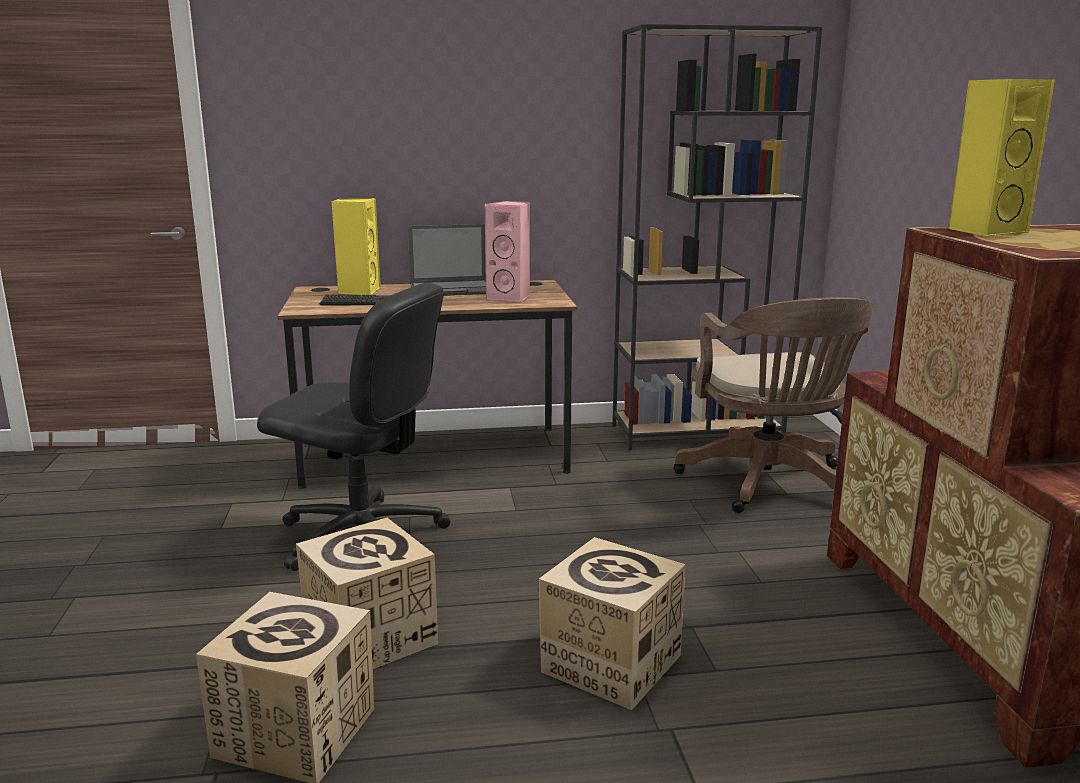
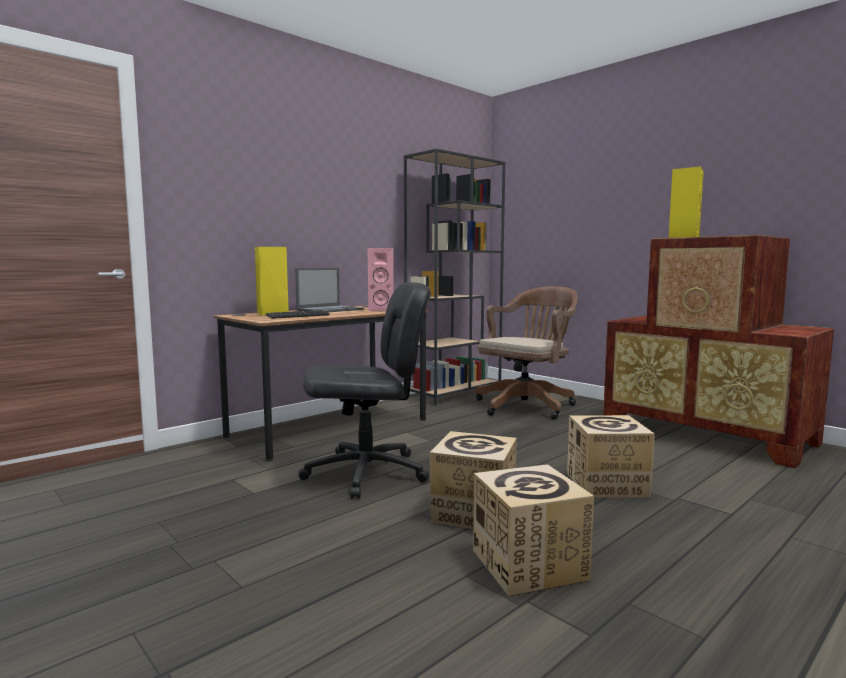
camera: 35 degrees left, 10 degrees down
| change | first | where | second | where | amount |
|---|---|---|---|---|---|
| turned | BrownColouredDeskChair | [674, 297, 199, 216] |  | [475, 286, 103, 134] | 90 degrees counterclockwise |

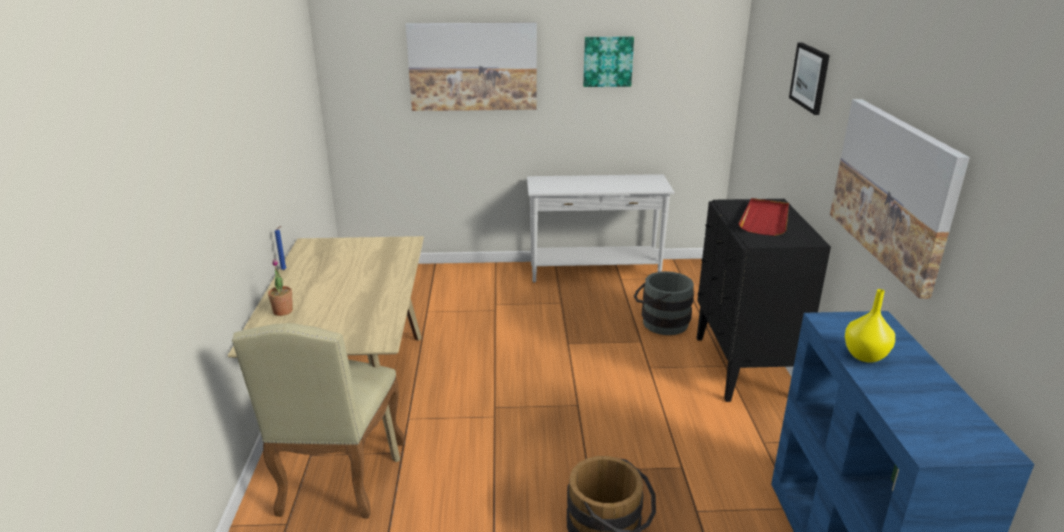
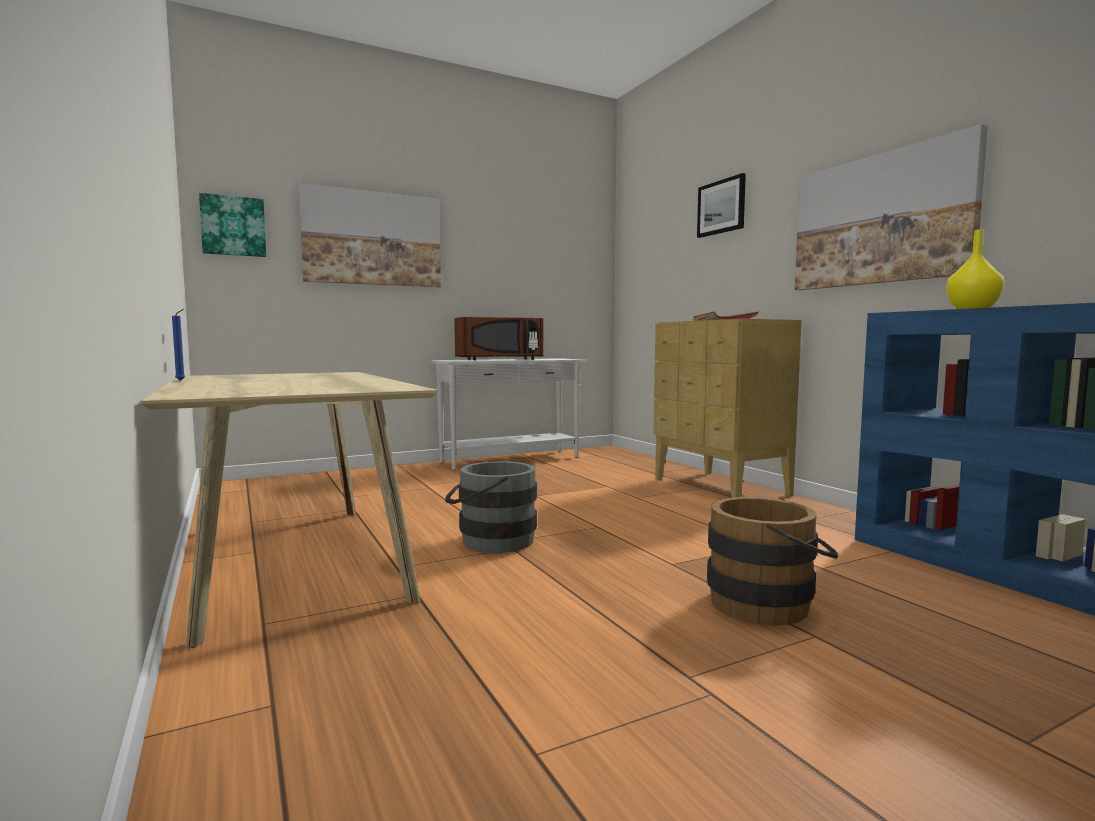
camera: 25 degrees left, 20 degrees down
| change | first | where | second | where | amount |
|---|---|---|---|---|---|
| moved | WallArt | [583, 36, 51, 51] |  | [199, 193, 67, 64] |  |
| recoloured | BlackChestOfDrawers | [697, 199, 134, 203] | SandColouredChestOfDrawers | [653, 319, 149, 179] |  |
| removed | PottedPlant | [268, 259, 25, 57] |  |  |  |
| moved | GreyishBucket | [634, 271, 60, 64] |  | [445, 461, 92, 92] |  |
| removed | SandColouredUprightChair | [232, 323, 172, 196] |  |  |  |
| added |  |  | BrownColouredKitchenMicrowave | [454, 317, 89, 43] |  |

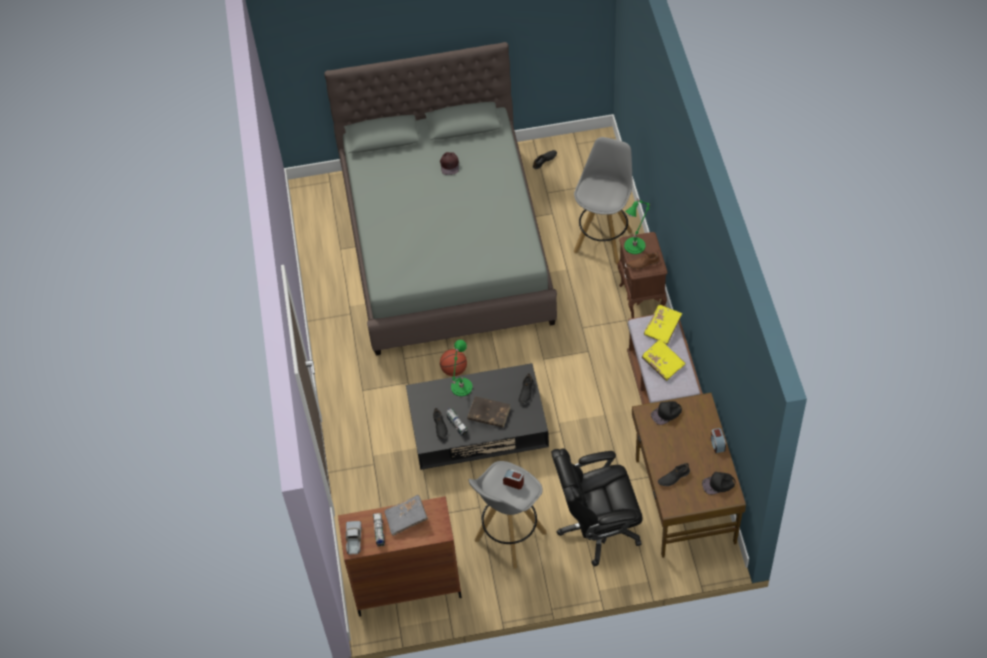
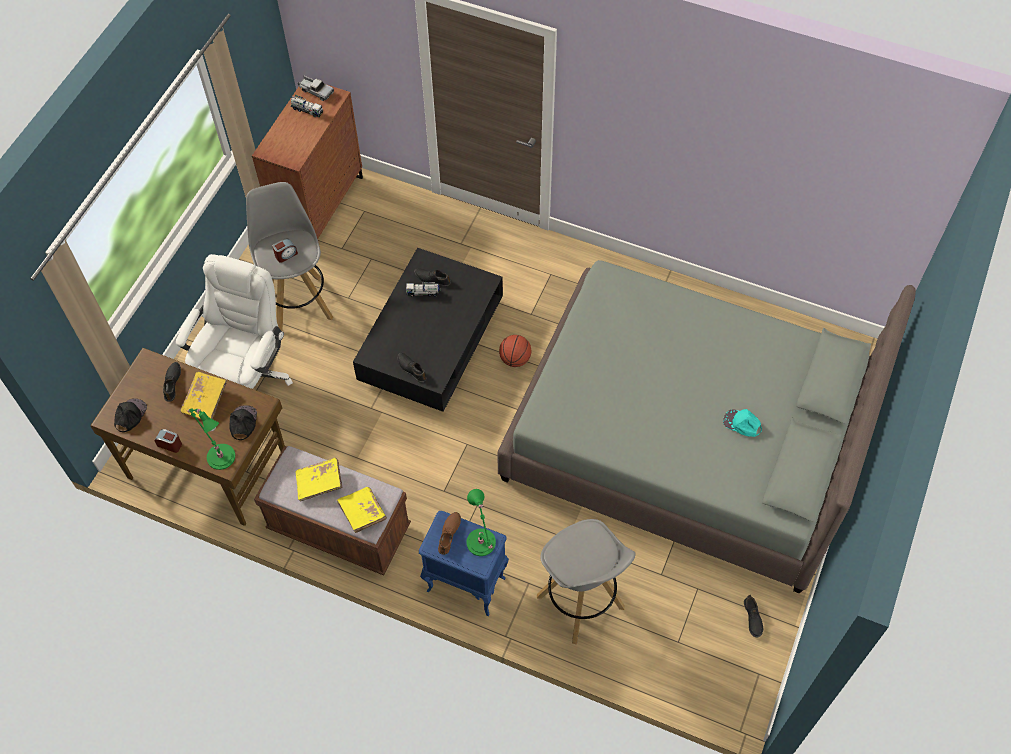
camera: 120 degrees right, 5 degrees up
| change | first | where | second | where | amount |
|---|---|---|---|---|---|
| recoloured | BrownColouredPeakedCap | [440, 152, 19, 23] | BlueGreenPeakedCap | [723, 409, 39, 28] |  |
| recoloured | BrownColouredNightTable | [617, 232, 50, 86] | BluishNightTable | [419, 511, 90, 106] |  |
| moved | GreenishTableLamp | [451, 340, 22, 56] |  | [186, 408, 49, 62] |  |
| removed | BrownColouredVolume | [467, 396, 44, 32] |  |  |  |
| recoloured | BlackDeskChair | [551, 449, 92, 118] | WhitishDeskChair | [176, 254, 117, 135] |  |
| removed | GreyishVolume | [384, 495, 44, 41] |  |  |  |
| added |  |  | YellowishVolume | [180, 372, 47, 48] |  |

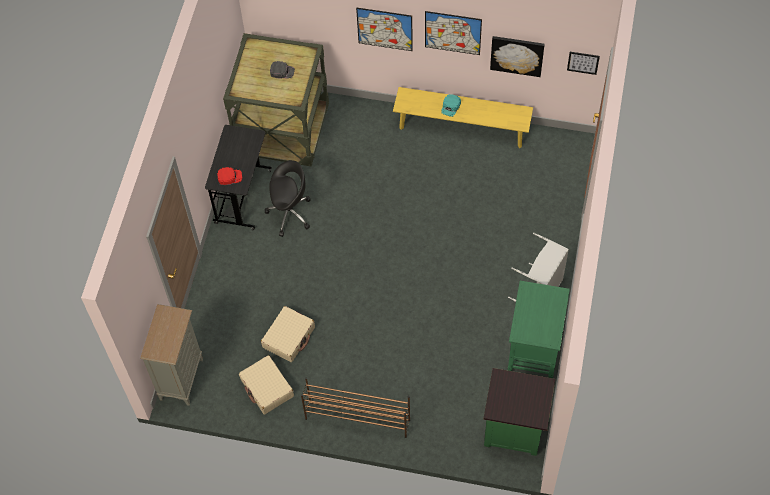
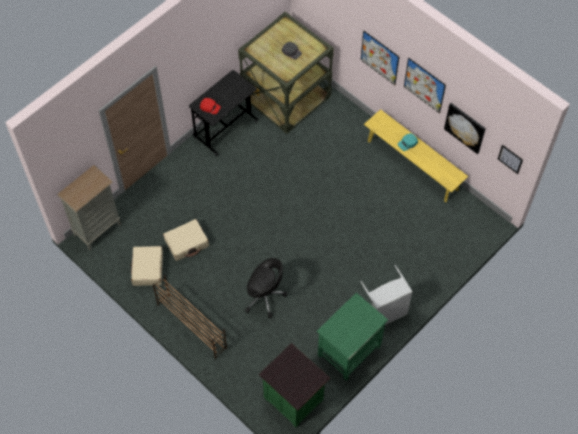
camera: 30 degrees right, 0 degrees up
| change | first | where | second | where | amount |
|---|---|---|---|---|---|
| moved | BlackDeskChair | [265, 160, 46, 77] |  | [245, 258, 42, 60] |  |

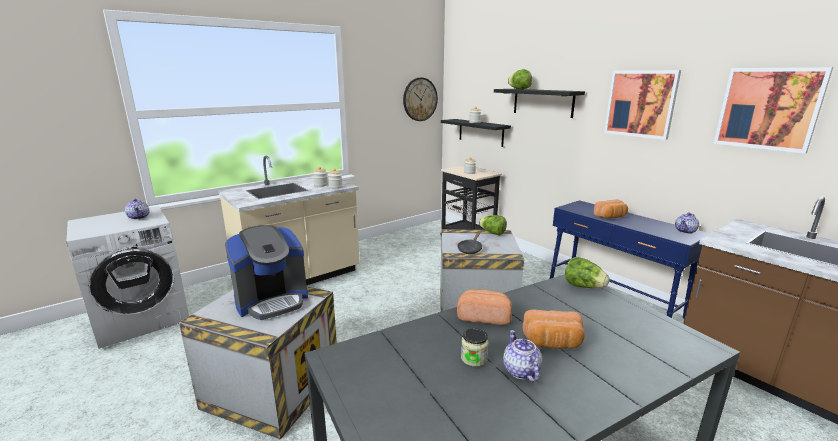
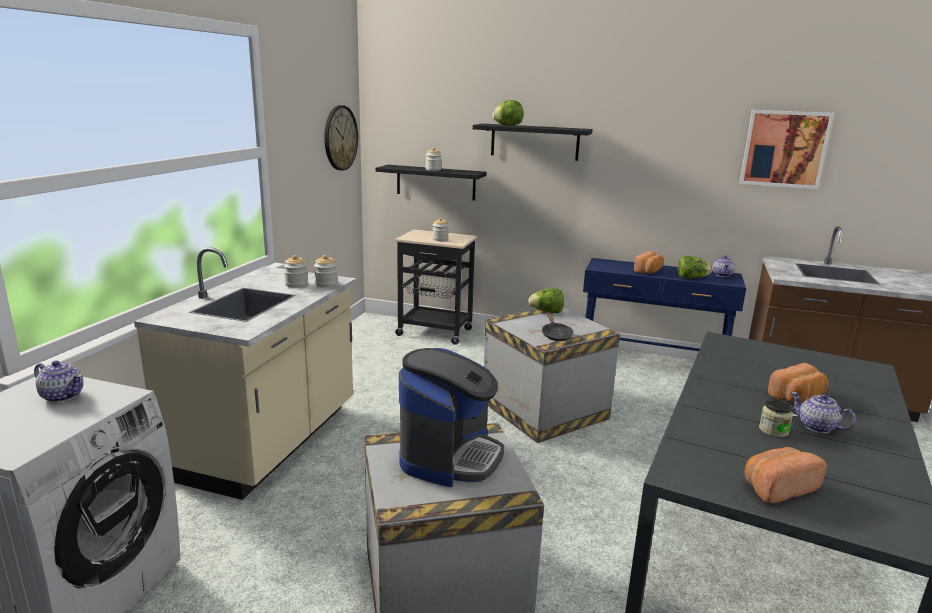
camera: 35 degrees left, 0 degrees up
| change | first | where | second | where | amount |
|---|---|---|---|---|---|
| removed | WallArt | [604, 70, 77, 70] |  |  |  |
| moved | HeadOfLettuce | [565, 257, 45, 31] |  | [678, 256, 34, 23] |  |
| moved | Bread | [457, 289, 55, 36] |  | [744, 447, 83, 56] |  |

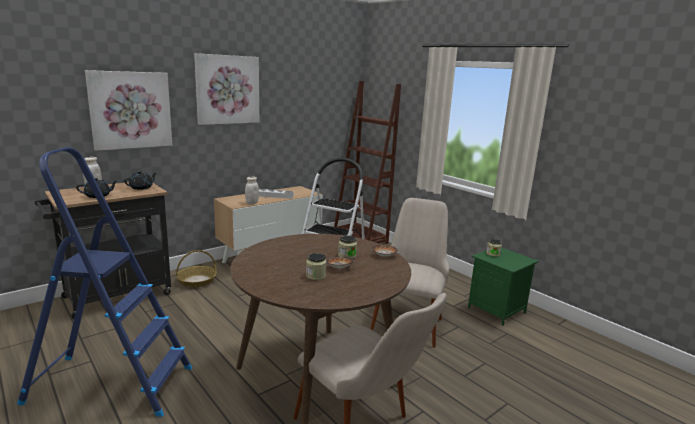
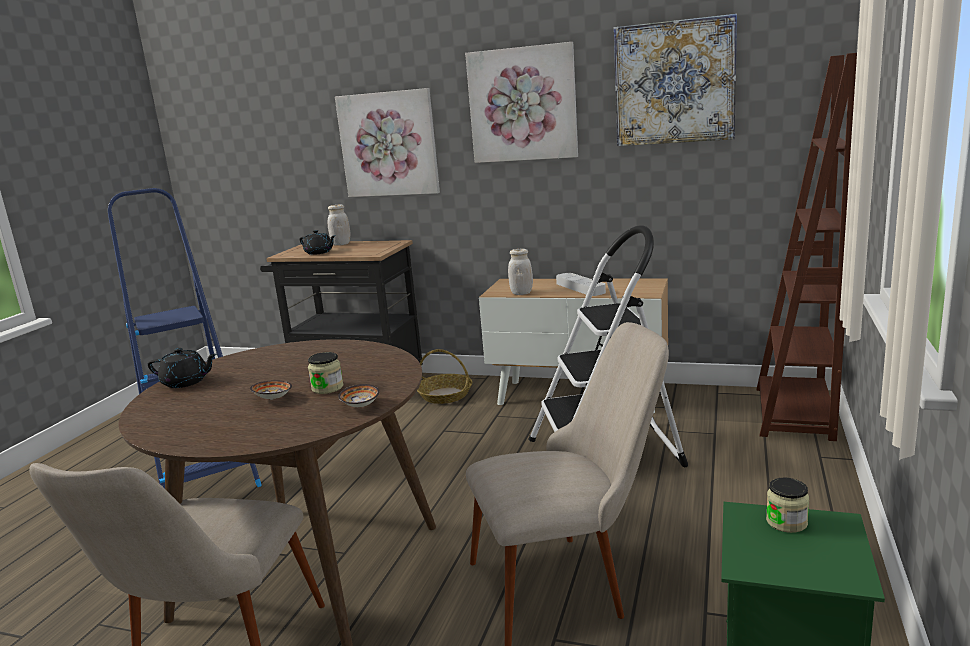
camera: 60 degrees right, 0 degrees up
| change | first | where | second | where | amount |
|---|---|---|---|---|---|
| moved | BlackTeapot | [124, 171, 33, 19] |  | [148, 348, 69, 40] |  |
| removed | StorageJar | [306, 253, 21, 27] |  |  |  |
| added |  |  | WallArt | [614, 14, 123, 132] |  |

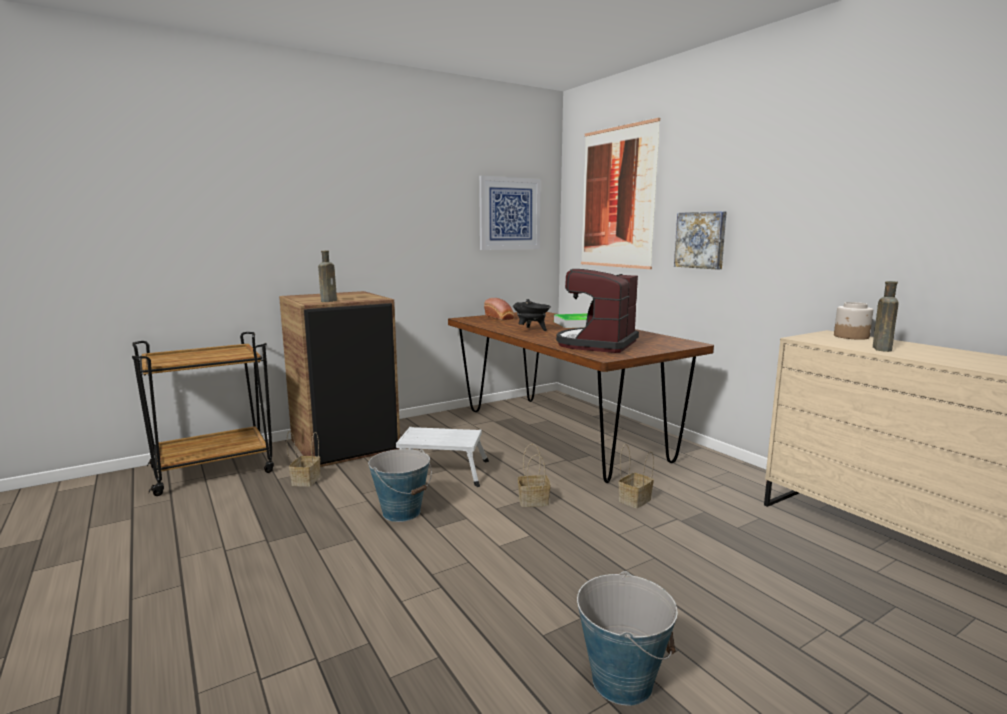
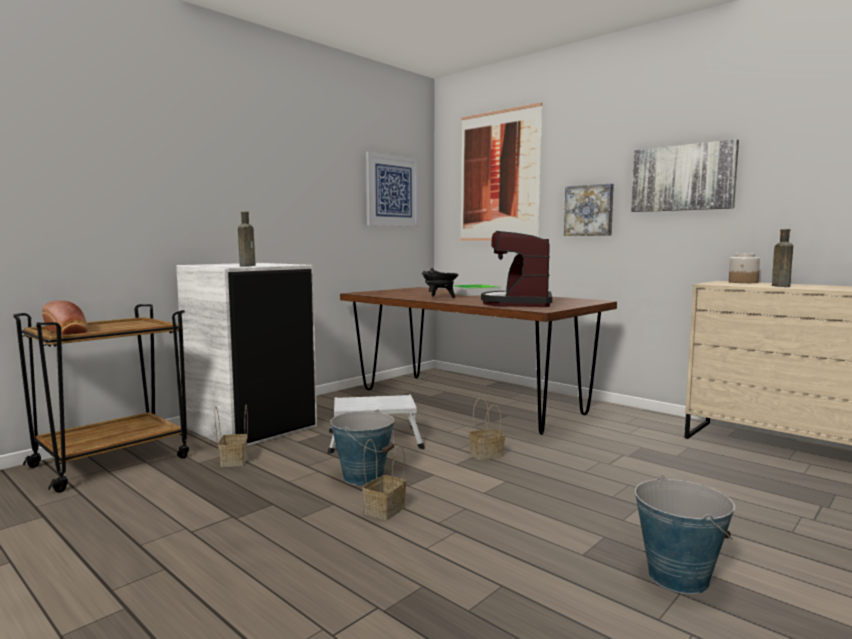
camera: 15 degrees left, 5 degrees down
| change | first | where | second | where | amount |
|---|---|---|---|---|---|
| recoloured | BrownColouredStorageCabinet | [279, 291, 121, 176] | WhitishStorageCabinet | [176, 263, 141, 183] |  |
| moved | Bread | [484, 298, 30, 22] |  | [42, 300, 46, 35] |  |
| moved | StorageBasket | [618, 444, 36, 64] |  | [363, 439, 43, 81] |  |
| added |  |  | WallArt | [631, 139, 108, 73] |  |

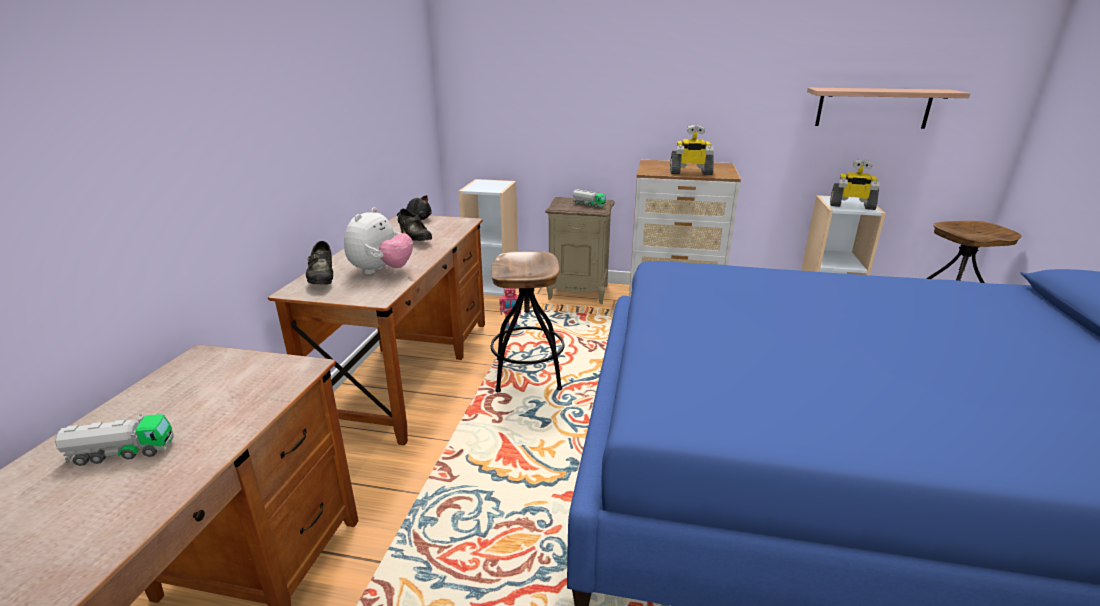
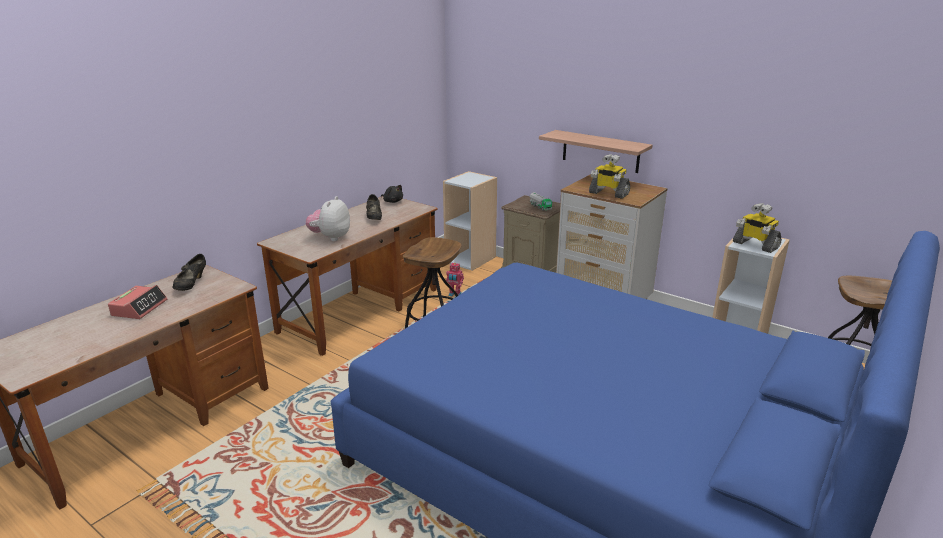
camera: 25 degrees right, 0 degrees up
| change | first | where | second | where | amount |
|---|---|---|---|---|---|
| moved | Shelf | [807, 88, 163, 41] |  | [539, 130, 114, 43] |  |
| turned | CuddlyToy | [344, 207, 69, 68] |  | [306, 196, 44, 45] | 150 degrees clockwise |
| moved | BlackLowShoe | [306, 241, 27, 44] |  | [173, 254, 33, 37] |  |
| replaced | ToyTruck | [55, 413, 119, 53] | BedsideClock | [108, 285, 59, 34] |  |

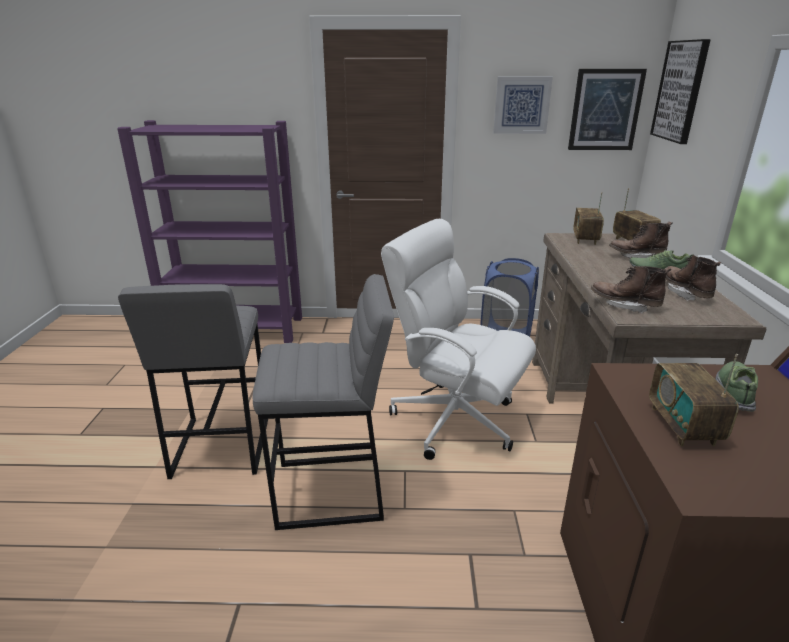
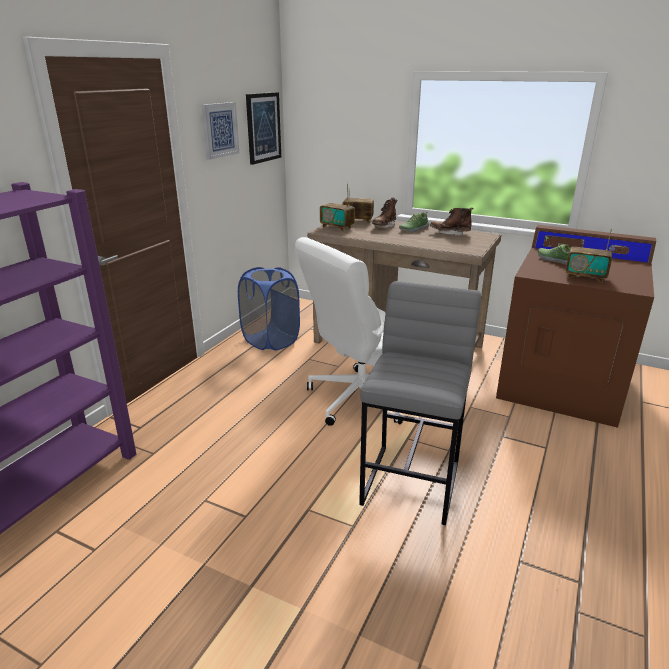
camera: 65 degrees left, 0 degrees up
| change | first | where | second | where | amount |
|---|---|---|---|---|---|
| removed | WallArt | [650, 39, 61, 105] |  |  |  |
| removed | BrownColouredTallBoot | [591, 266, 80, 47] |  |  |  |
| removed | GreyishStool | [118, 284, 150, 195] |  |  |  |

